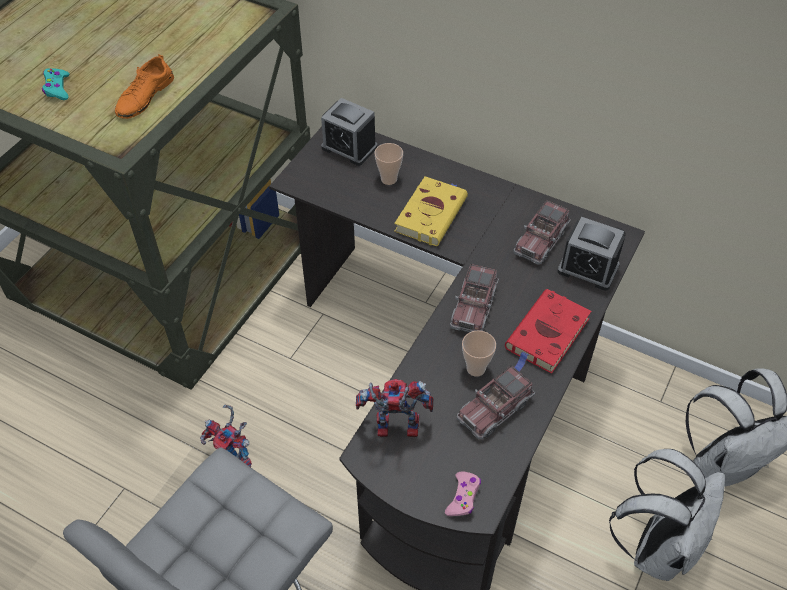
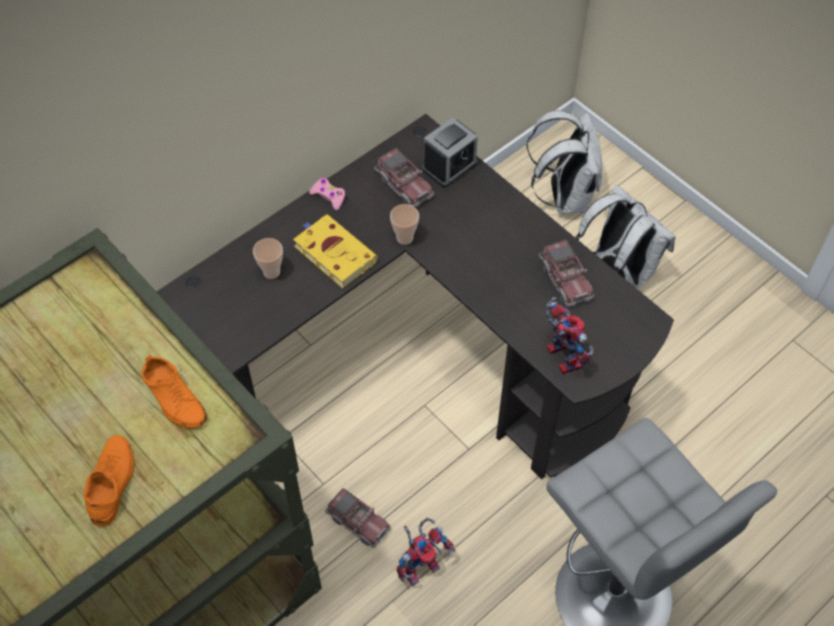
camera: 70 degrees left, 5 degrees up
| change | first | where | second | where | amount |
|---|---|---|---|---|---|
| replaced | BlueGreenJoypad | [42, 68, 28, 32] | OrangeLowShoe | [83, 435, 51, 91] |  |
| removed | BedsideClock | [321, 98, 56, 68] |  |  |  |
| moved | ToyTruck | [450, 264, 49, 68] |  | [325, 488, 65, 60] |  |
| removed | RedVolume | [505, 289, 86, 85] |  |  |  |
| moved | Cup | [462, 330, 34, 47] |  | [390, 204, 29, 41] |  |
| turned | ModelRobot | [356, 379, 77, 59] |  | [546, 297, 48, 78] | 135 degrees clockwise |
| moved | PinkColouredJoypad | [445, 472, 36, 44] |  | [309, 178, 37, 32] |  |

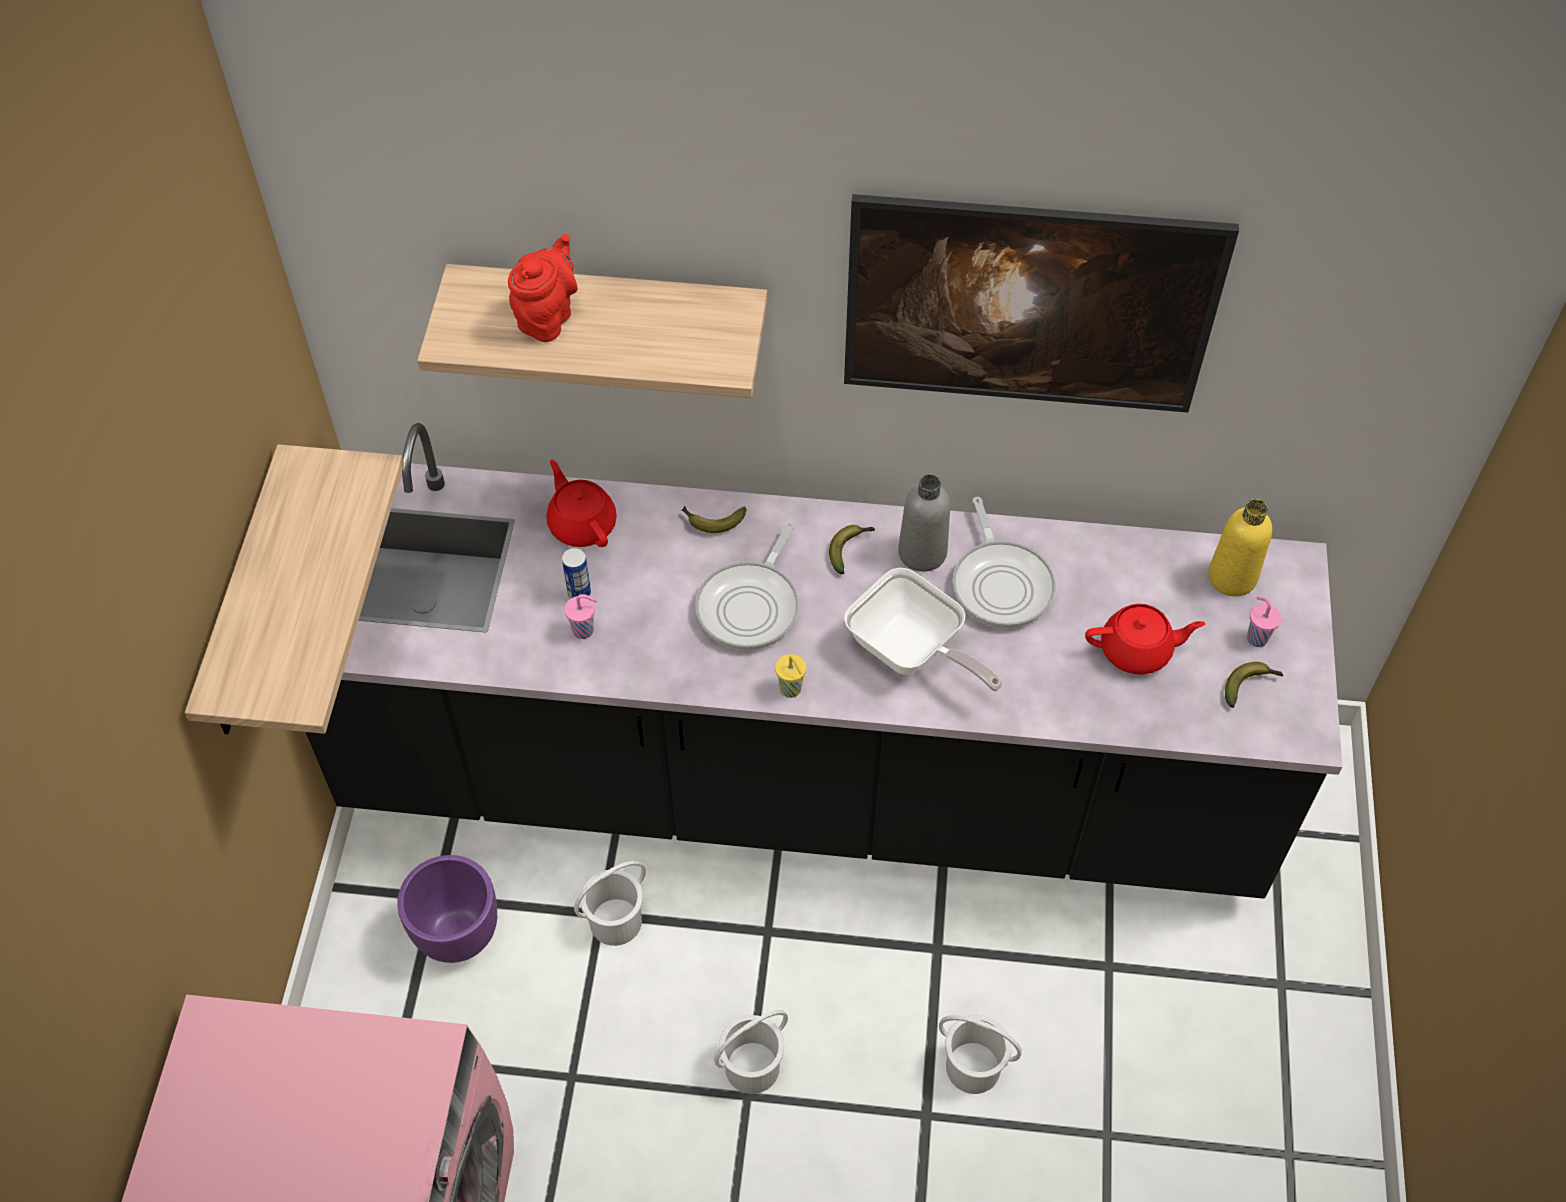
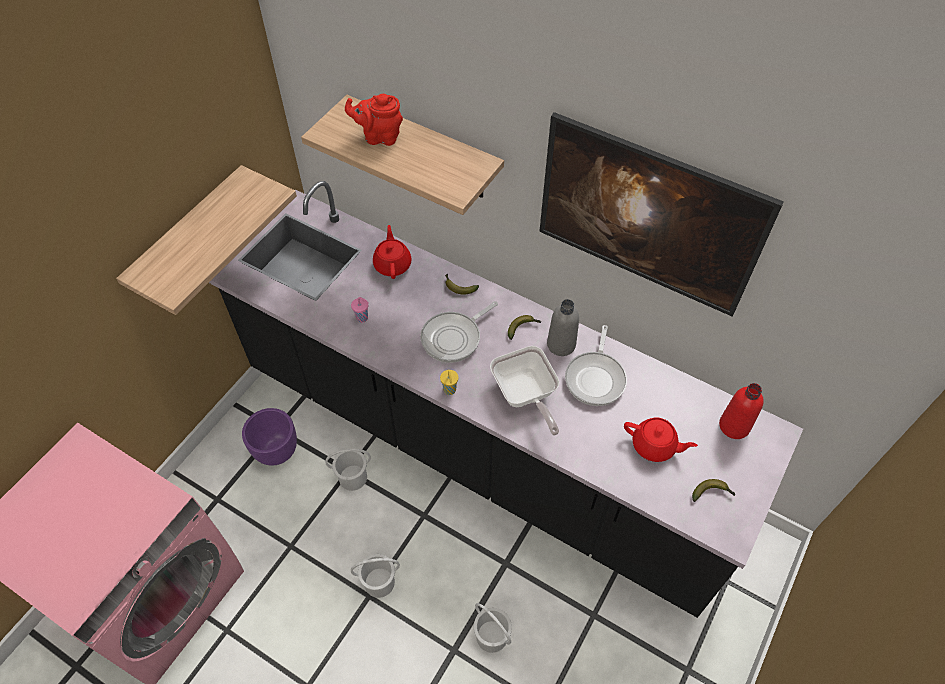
camera: 25 degrees right, 0 degrees up
| change | first | where | second | where | amount |
|---|---|---|---|---|---|
| turned | RedTeapot | [508, 234, 70, 108] |  | [345, 94, 58, 52] | 135 degrees counterclockwise |
| recoloured | YellowishBeverageBottle | [1208, 499, 64, 97] | RedBeverageBottle | [719, 383, 45, 56] |  |
| removed | MetalCan | [562, 548, 29, 51] |  |  |  |
| removed | PinkColouredCup | [1247, 596, 34, 51] |  |  |  |

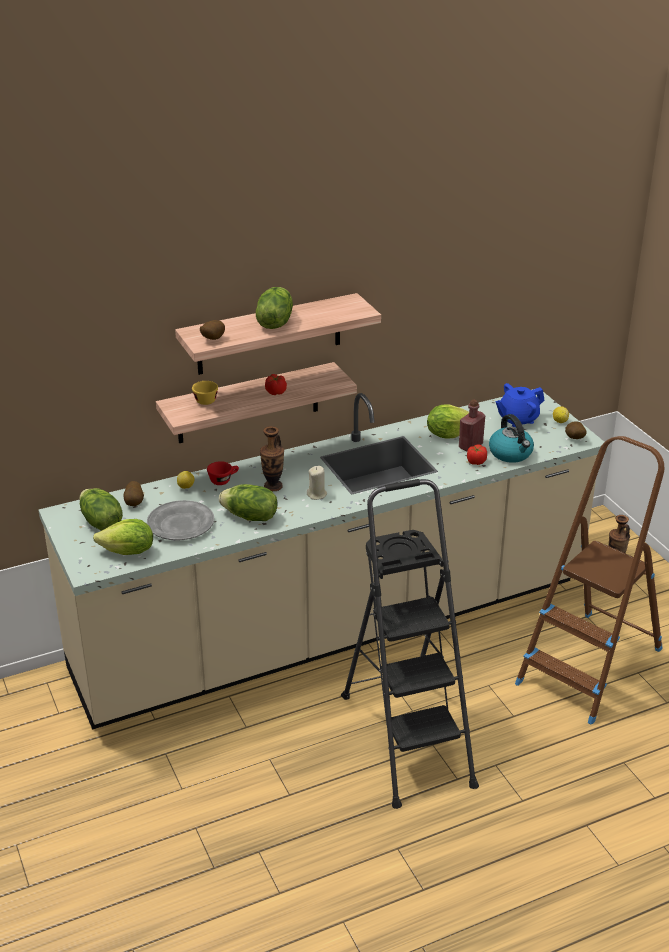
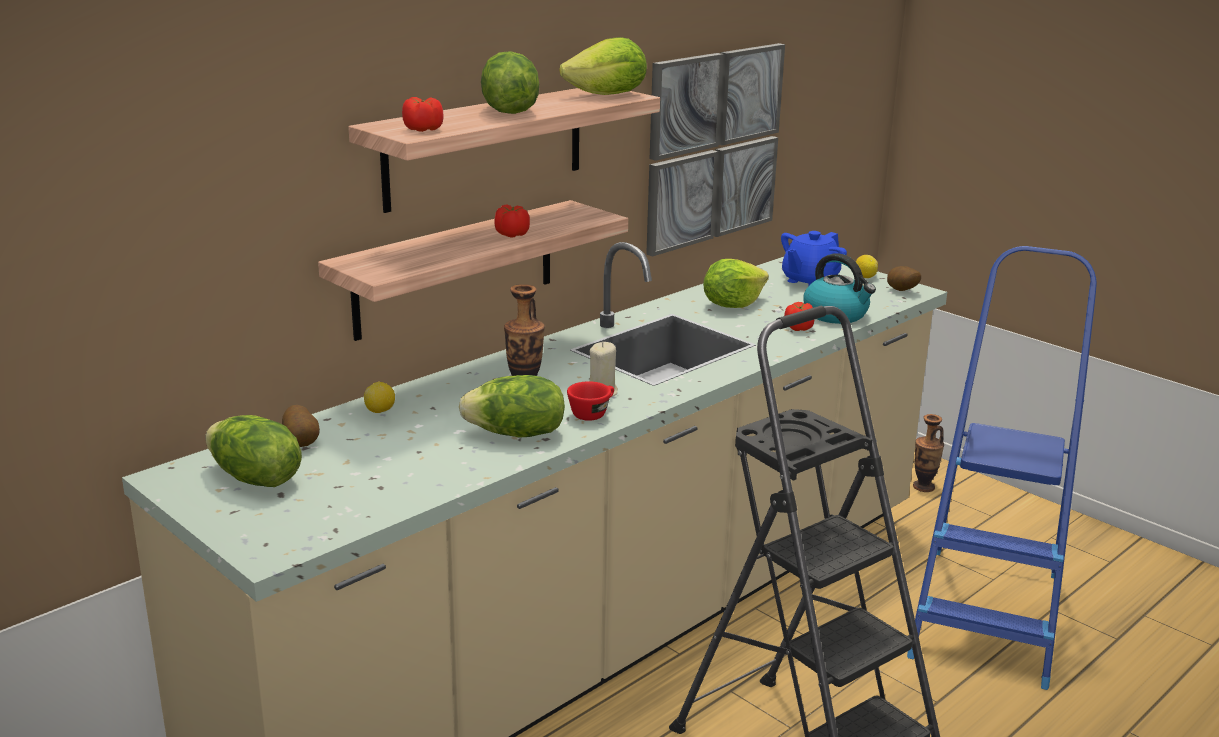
camera: 20 degrees left, 10 degrees down
| change | first | where | second | where | amount |
|---|---|---|---|---|---|
| replaced | Spud | [200, 320, 25, 20] | WholeTomato | [402, 97, 41, 35] |  |
| removed | YellowishCup | [192, 381, 26, 24] |  |  |  |
| removed | RedBeverageBottle | [459, 399, 26, 52] |  |  |  |
| recoloured | BrownColouredStepladder | [515, 436, 149, 289] | BluishStepladder | [907, 246, 190, 444] |  |
| moved | RedCup | [207, 461, 32, 24] |  | [567, 381, 47, 40] |  |
| removed | GreyishDinnerPlate | [147, 500, 67, 41] |  |  |  |
| moved | HeadOfLettuce | [93, 519, 60, 36] |  | [559, 37, 88, 58] |  |
| added |  |  | WallArt | [646, 43, 139, 214] |  |

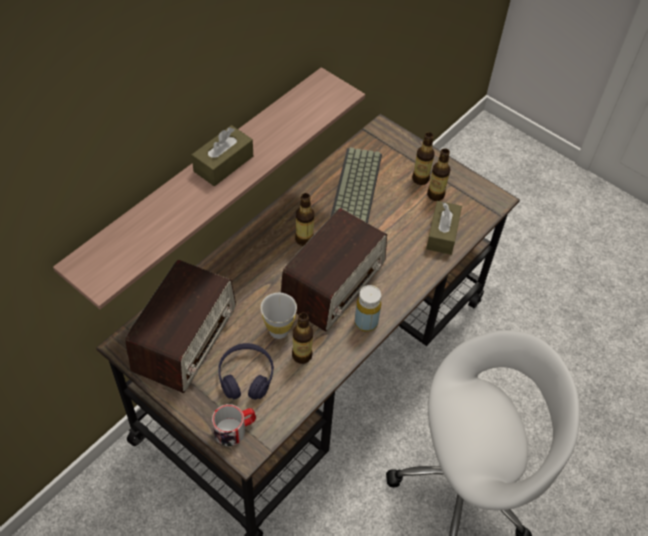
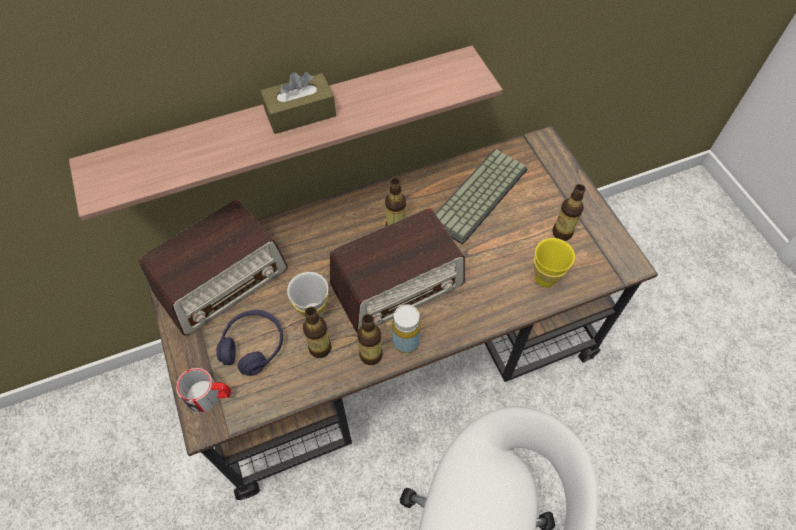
camera: 30 degrees right, 5 degrees up
| change | first | where | second | where | amount |
|---|---|---|---|---|---|
| moved | BeverageBottle | [412, 132, 23, 53] |  | [357, 314, 26, 51] |  |
| replaced | BrownColouredBoxOfTissues | [426, 201, 36, 54] | YellowishCup | [534, 238, 41, 49] |  |

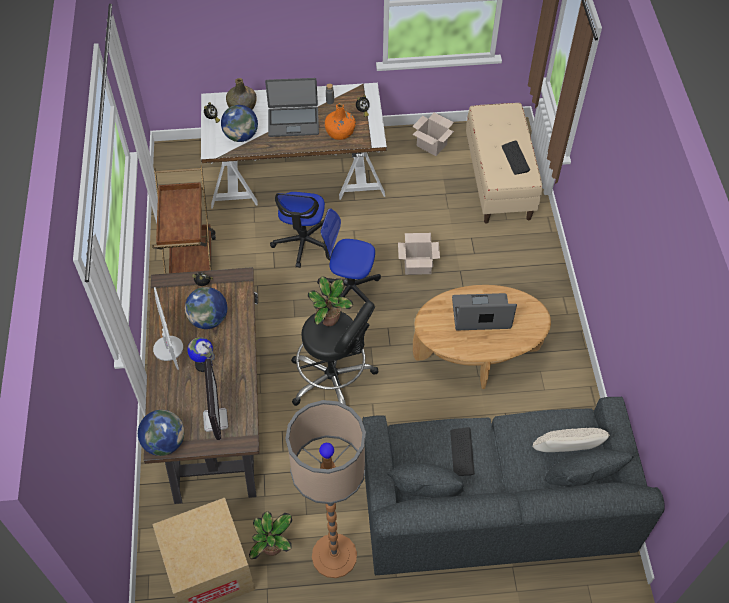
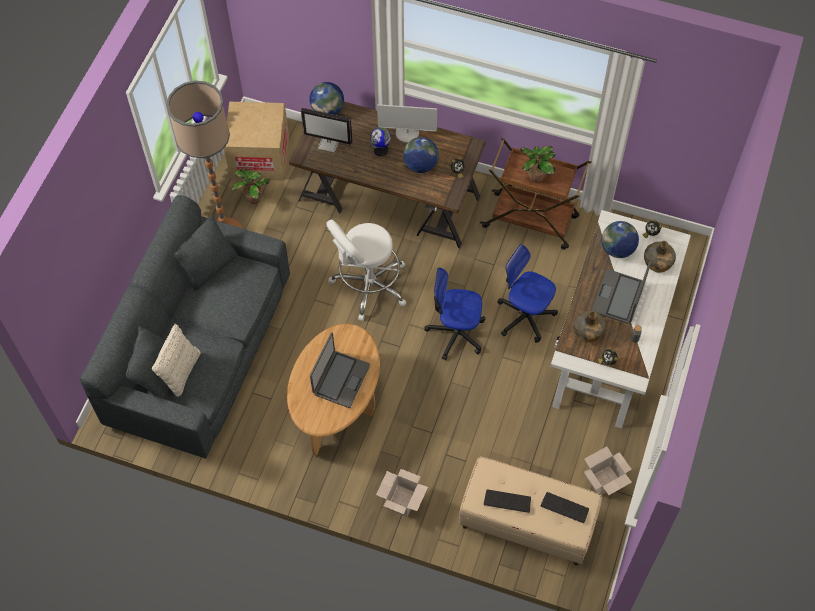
camera: 115 degrees right, 5 degrees up
| change | first | where | second | where | amount |
|---|---|---|---|---|---|
| recoloured | OrangeBeverageBottle | [325, 103, 31, 37] | GreenishBeverageBottle | [573, 311, 33, 32] |  |
| turned | DeskChair | [317, 208, 64, 94] |  | [424, 267, 61, 93] | 120 degrees counterclockwise |
| moved | PackingBox | [398, 233, 42, 42] |  | [376, 469, 52, 48] |  |
| moved | PottedPlant | [308, 276, 45, 50] |  | [520, 146, 35, 37] |  |
| recoloured | BlackStool | [291, 301, 88, 105] | WhitishStool | [326, 219, 80, 102] |  |
| moved | PcKeyboard | [450, 427, 25, 49] |  | [541, 492, 48, 31] |  |

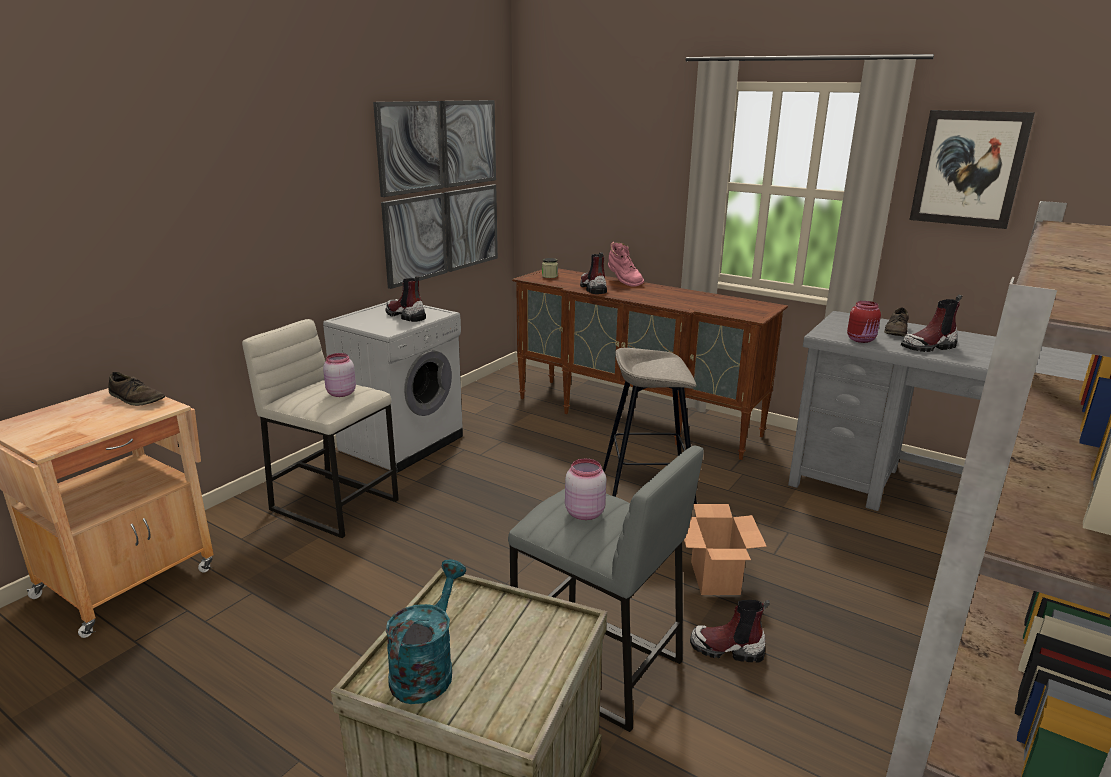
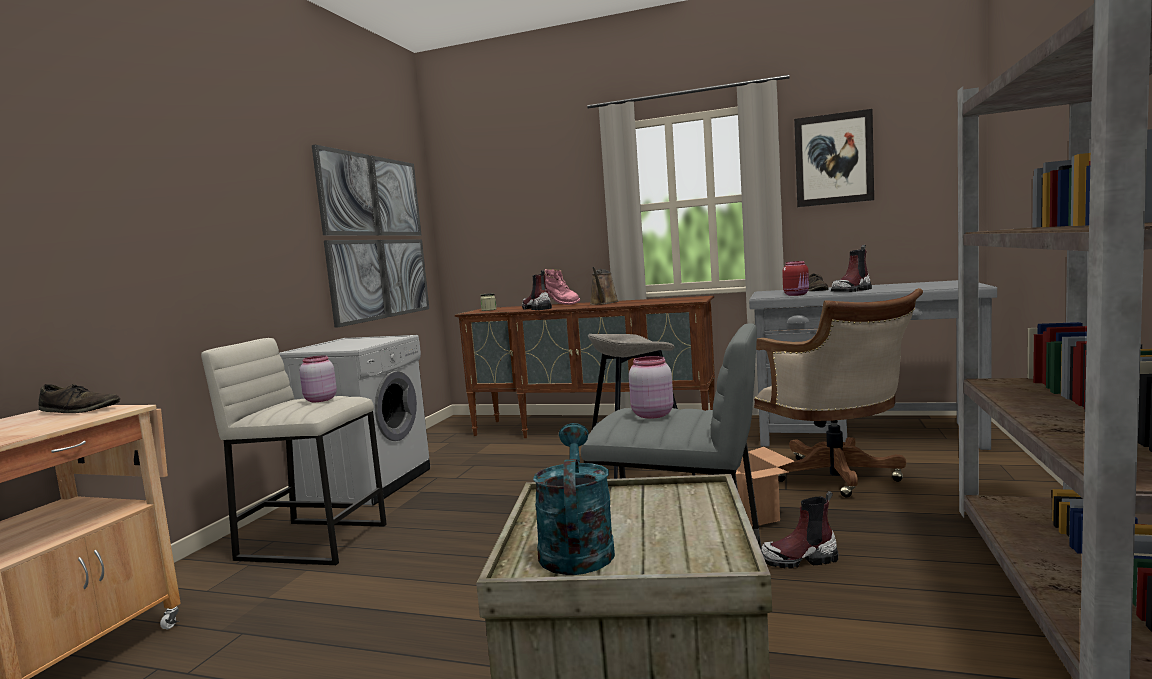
camera: 15 degrees left, 15 degrees down
| change | first | where | second | where | amount |
|---|---|---|---|---|---|
| removed | TallBoot | [385, 276, 41, 46] |  |  |  |
| added |  |  | BrownColouredWateringPot | [590, 267, 29, 38] |  |
| added |  |  | DeskChair | [754, 288, 169, 209] |  |

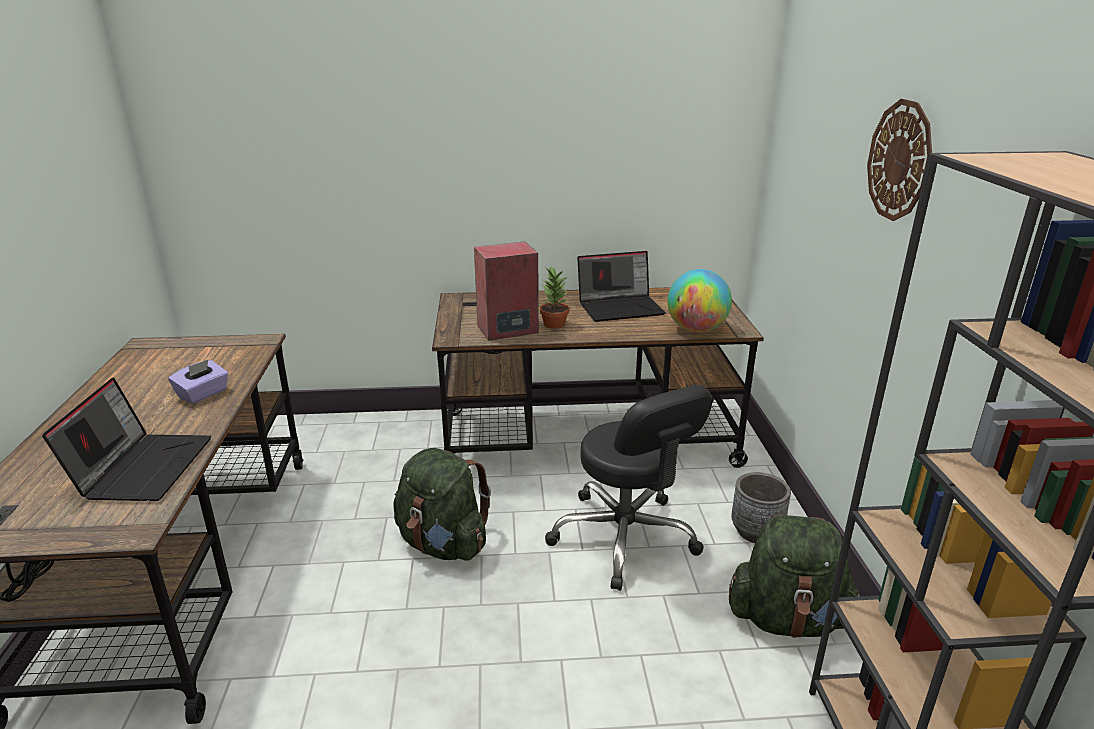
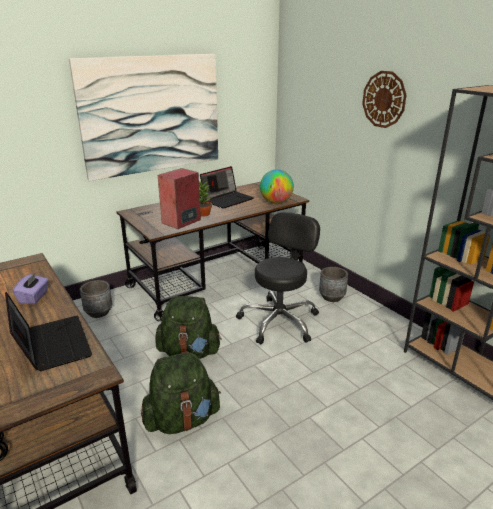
camera: 30 degrees left, 0 degrees up
| change | first | where | second | where | amount |
|---|---|---|---|---|---|
| turned | BlackDeskChair | [545, 385, 167, 206] |  | [236, 212, 84, 132] | 90 degrees counterclockwise |
| moved | GreenishBackpack | [729, 515, 130, 123] |  | [141, 351, 80, 83] |  |
| added |  |  | WallArt | [69, 54, 149, 127] |  |
| added |  |  | GreyishFlowerPot | [80, 280, 32, 38] |  |

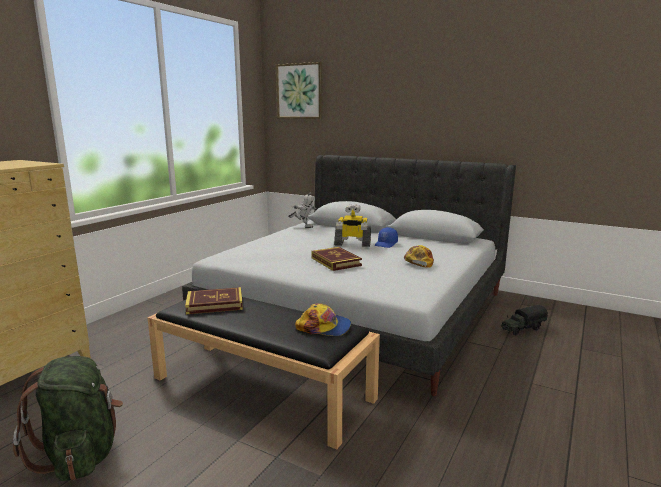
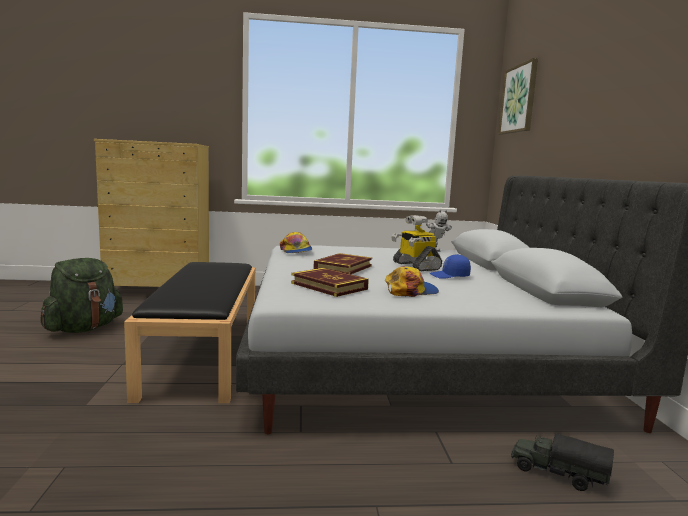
camera: 55 degrees right, 5 degrees down
| change | first | where | second | where | amount |
|---|---|---|---|---|---|
| moved | Volume | [185, 287, 58, 27] |  | [291, 268, 78, 29] |  |
| moved | PeakedCap | [295, 303, 56, 33] |  | [280, 232, 32, 21] |  |

